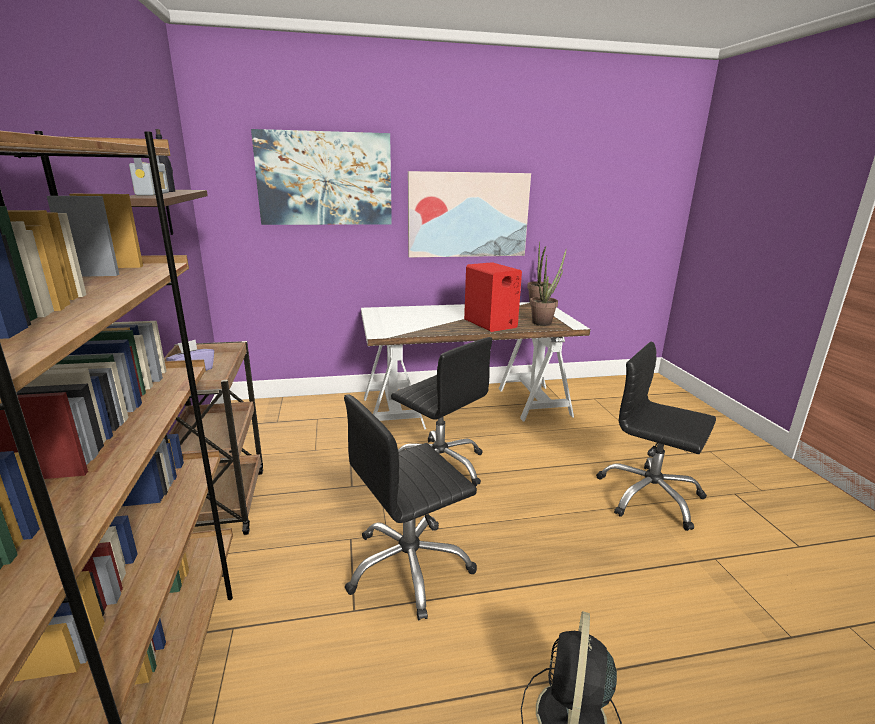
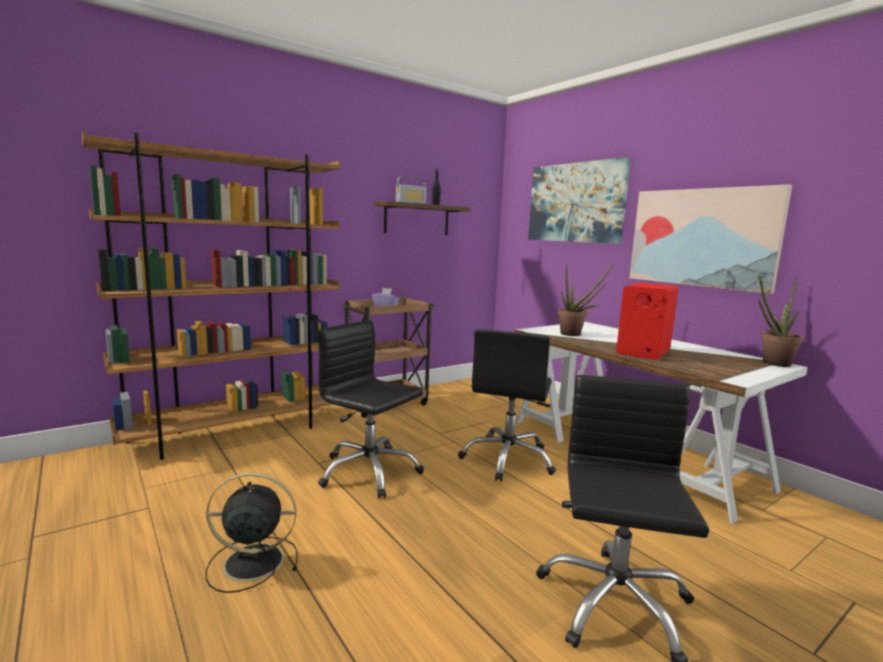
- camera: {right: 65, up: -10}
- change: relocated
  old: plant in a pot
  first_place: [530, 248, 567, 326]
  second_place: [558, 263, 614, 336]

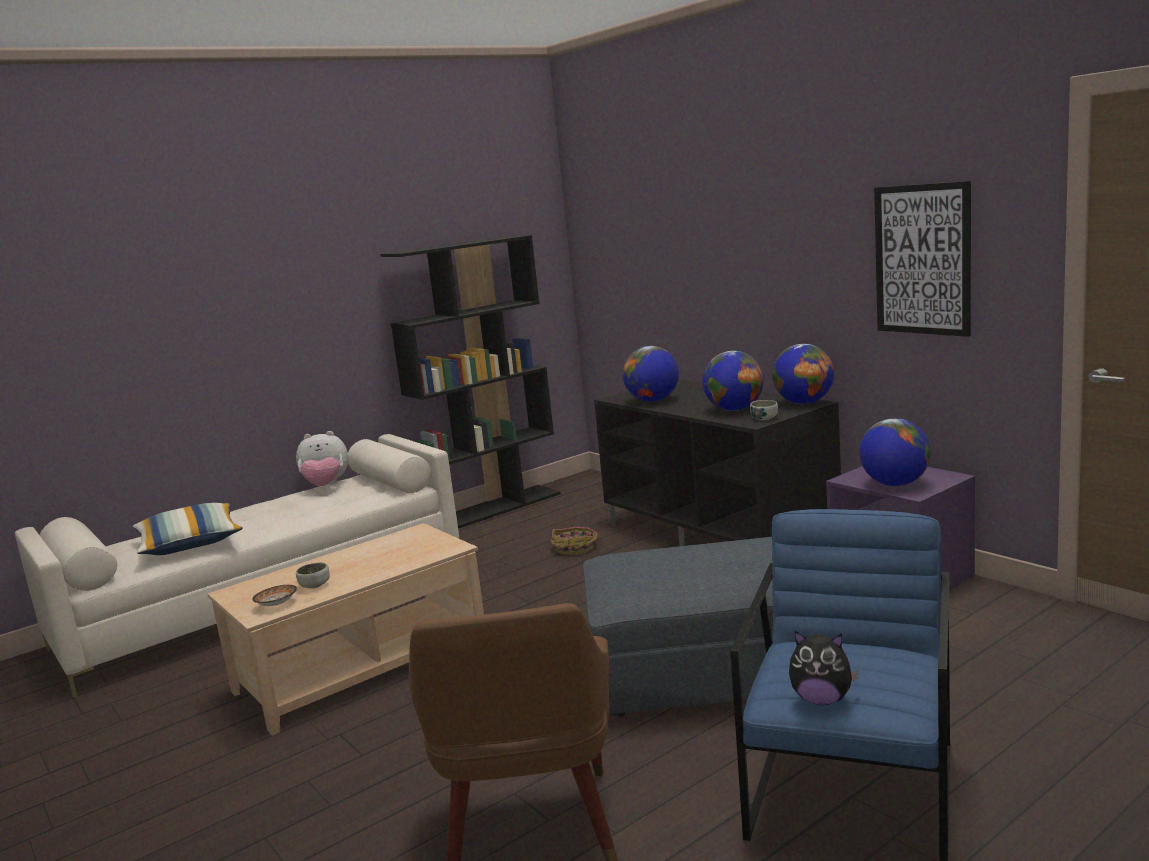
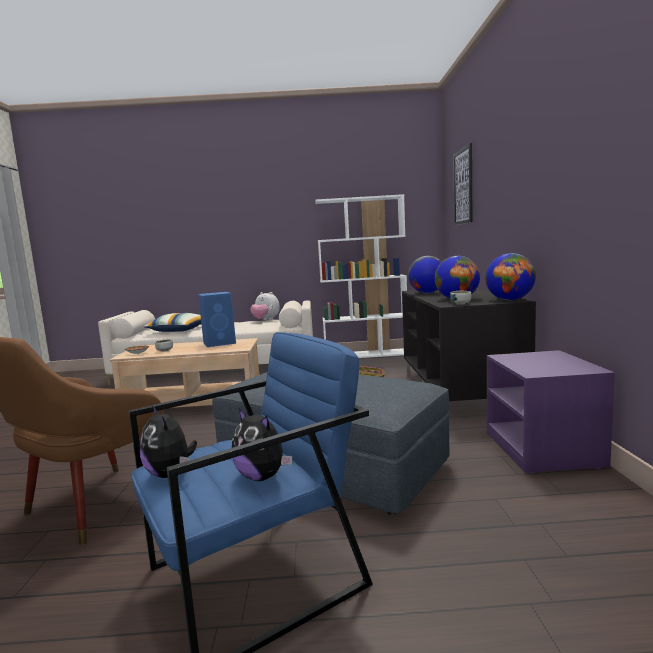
- camera: {right: 35, up: -5}
- change: missing
  old: desk globe
  first_place: [859, 418, 931, 486]
- change: appeared
  new: blue-coloured speaker
  second_place: [198, 292, 236, 347]
- change: appeared
  new: soft toy
  second_place: [232, 407, 292, 481]
- change: relocated
  old: picture
  first_place: [874, 181, 971, 337]
  second_place: [453, 143, 473, 225]
- change: colour
  old: blackish bookshelf
  new: white-coloured bookshelf
  first_place: [380, 235, 561, 529]
  second_place: [315, 194, 407, 358]

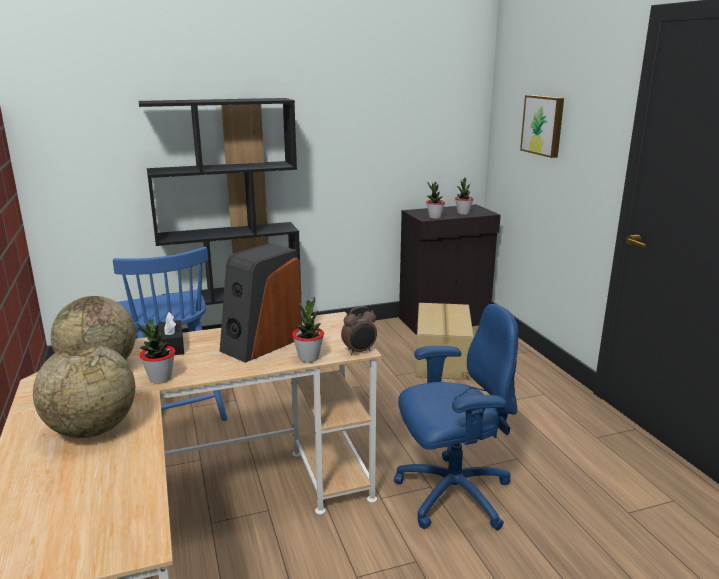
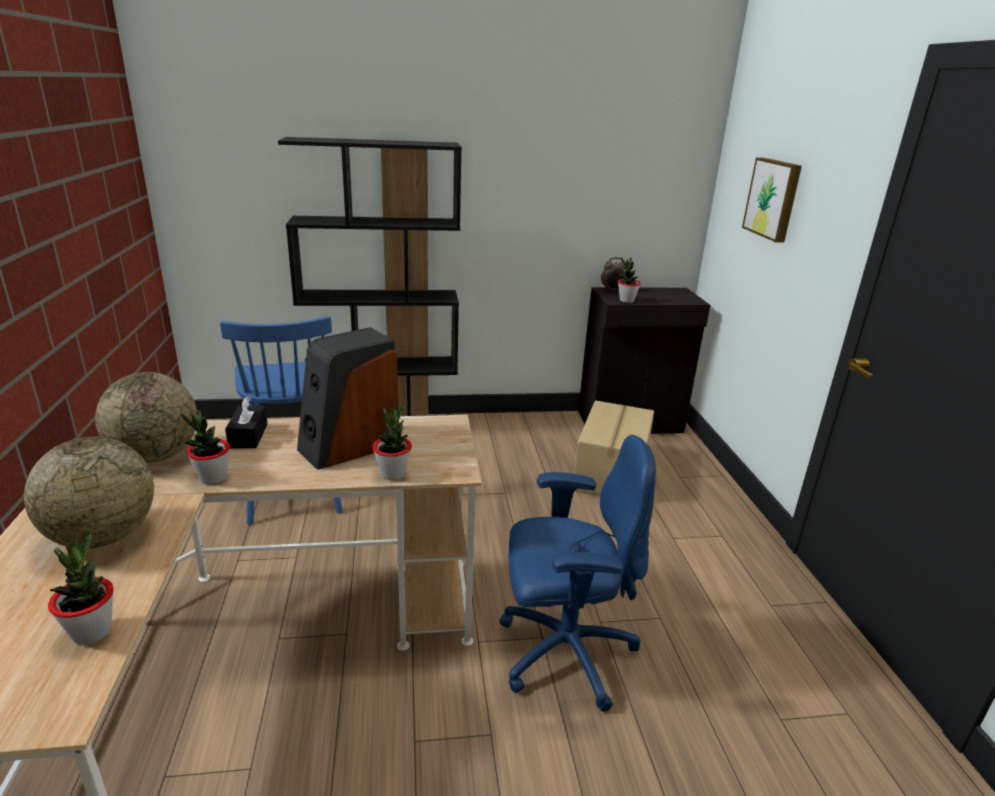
- camera: {right: 10, up: 5}
- change: relocated
  old: alarm clock
  first_place: [341, 306, 377, 355]
  second_place: [601, 257, 626, 292]
- change: relocated
  old: plant in a pot
  first_place: [455, 178, 473, 215]
  second_place: [48, 531, 114, 645]

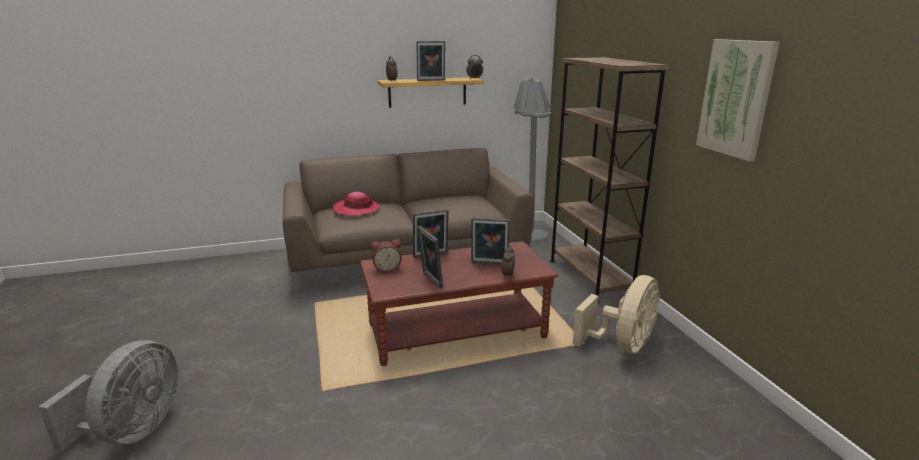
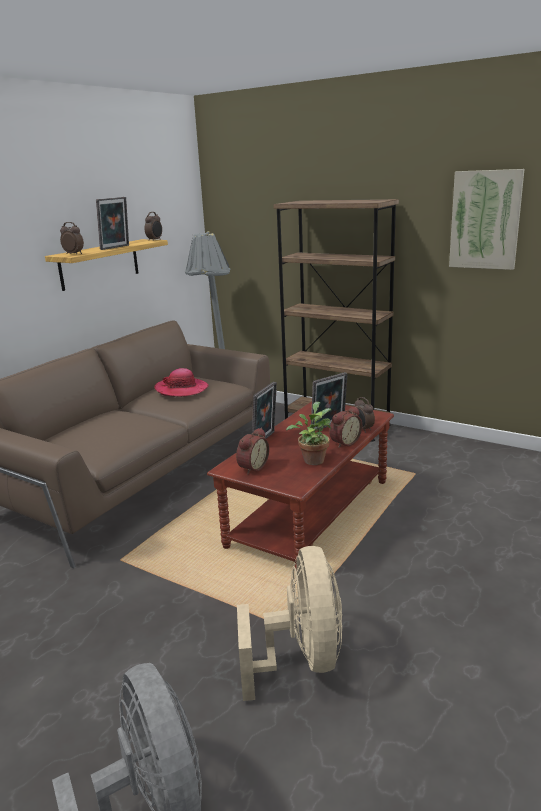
- camera: {right: -40, up: 0}
- change: appeared
  new: alarm clock
  second_place: [329, 406, 362, 448]
- change: relocated
  old: wearable hat
  first_place: [333, 192, 380, 216]
  second_place: [154, 368, 209, 397]
- change: relocated
  old: sand-coloured electric fan
  first_place: [572, 275, 660, 353]
  second_place: [237, 546, 342, 701]
- change: exchanged
  old: standing frame
  new: plant in a pot
  first_place: [417, 226, 443, 288]
  second_place: [286, 402, 332, 465]

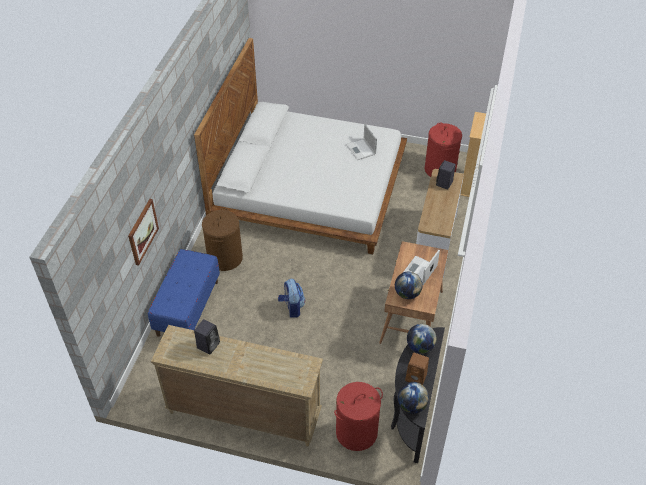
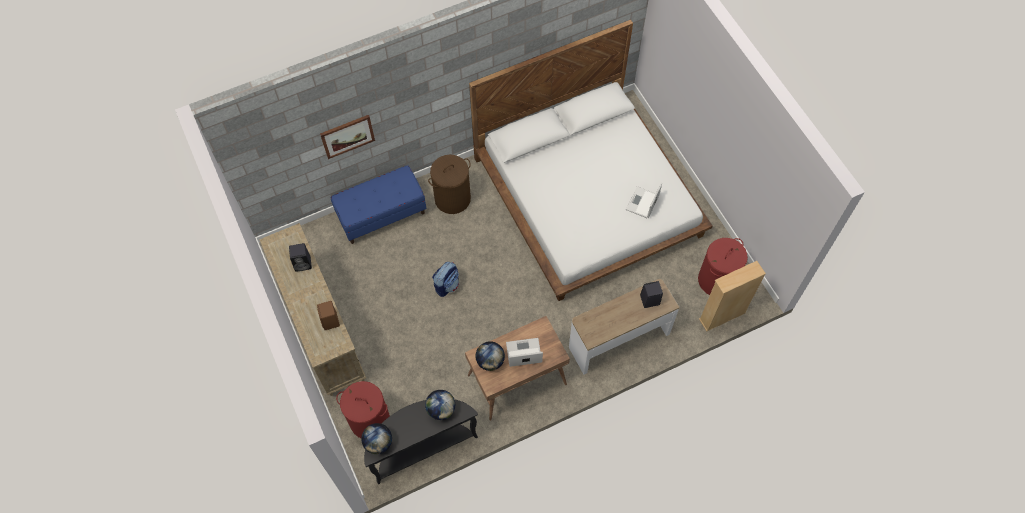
- camera: {right: 50, up: 15}
- change: relocated
  old: brownish speaker
  first_place: [405, 353, 429, 385]
  second_place: [317, 301, 340, 330]

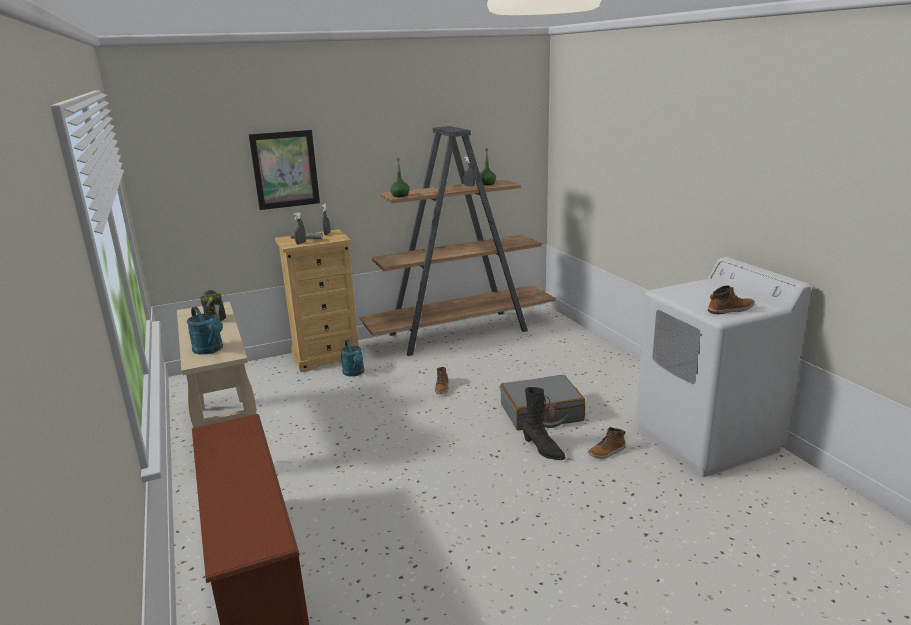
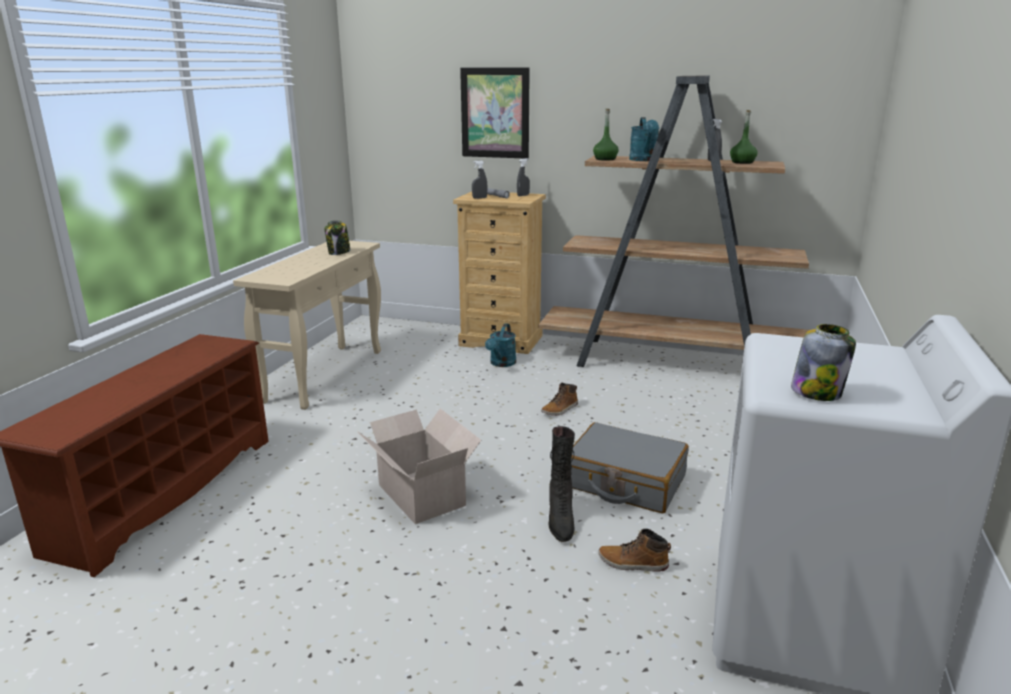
- camera: {right: 40, up: 0}
- change: appeared
  new: carton
  second_place: [357, 409, 481, 524]
- change: relocated
  old: turquoise-coloured sprinkling can
  first_place: [187, 307, 223, 355]
  second_place: [629, 117, 660, 161]
- change: exchanged
  old: boot
  new: storage jar
  first_place: [708, 285, 755, 314]
  second_place: [791, 324, 856, 401]

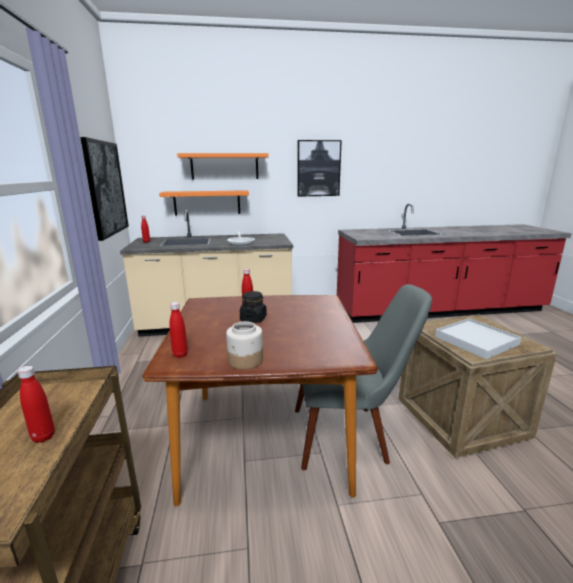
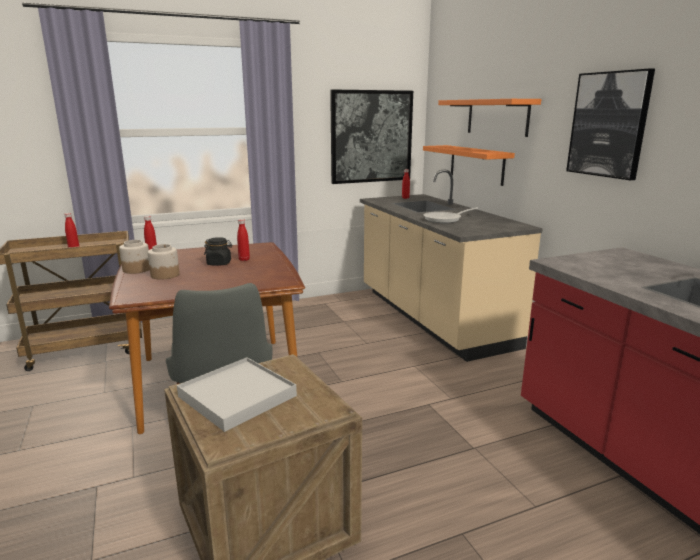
- camera: {right: 75, up: 0}
- change: appeared
  new: storage jar
  second_place: [148, 244, 180, 280]

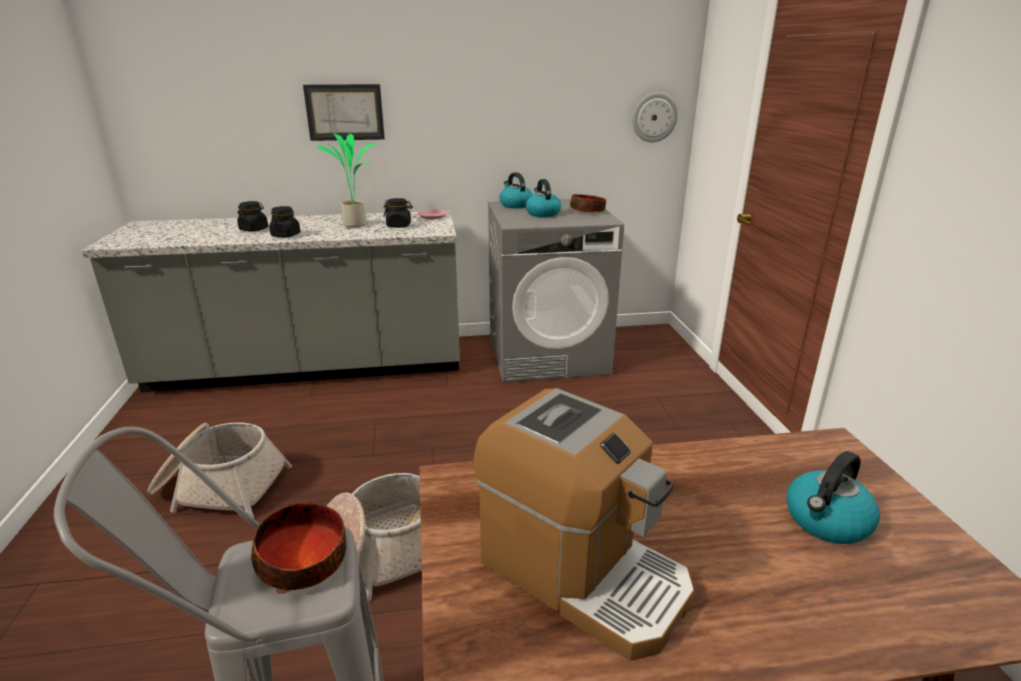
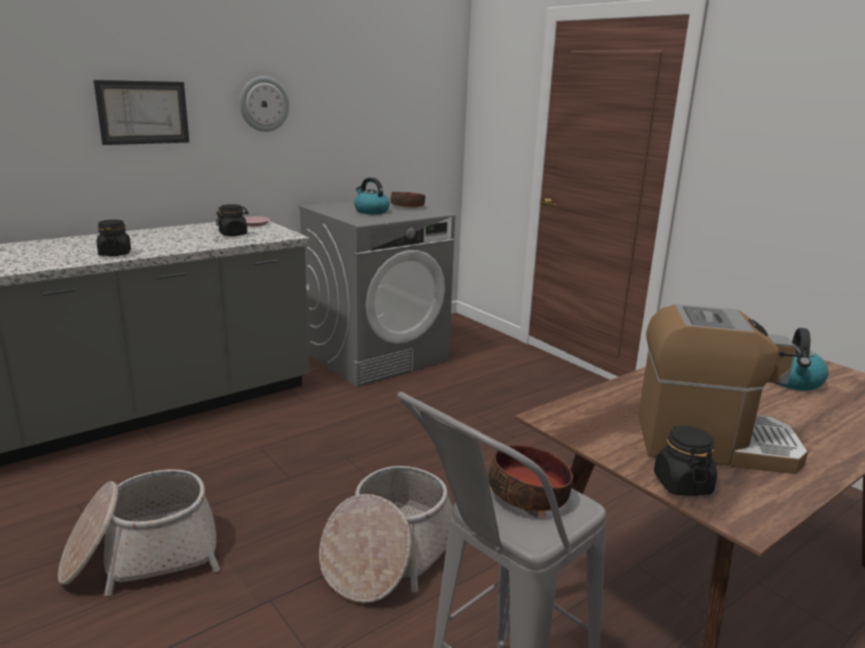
- camera: {right: -30, up: -5}
- change: missing
  old: plant in a pot
  first_place: [317, 133, 375, 227]
- change: missing
  old: tea kettle
  first_place: [499, 172, 533, 208]
- change: relocated
  old: blackish storage jar
  first_place: [237, 201, 268, 231]
  second_place: [654, 426, 717, 496]
- change: relocated
  old: wall clock
  first_place: [632, 92, 678, 142]
  second_place: [240, 76, 289, 132]

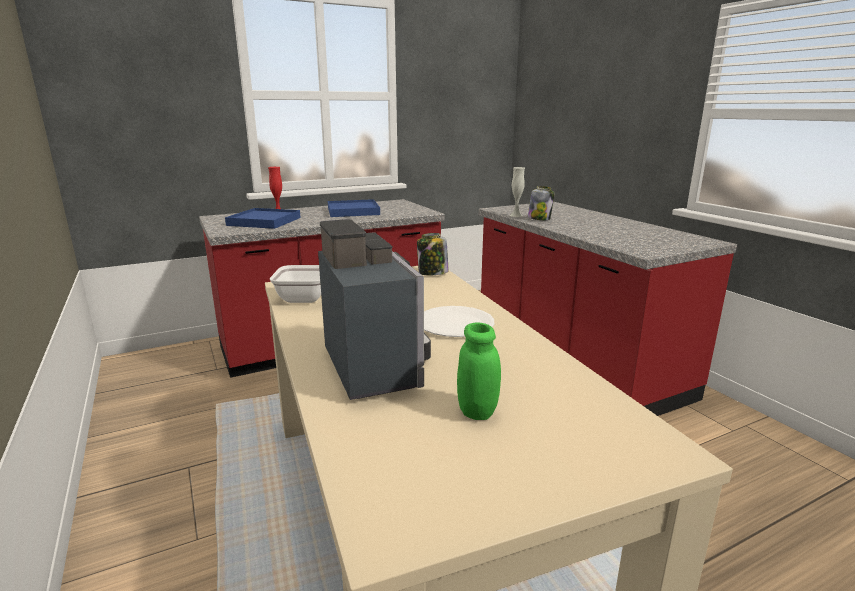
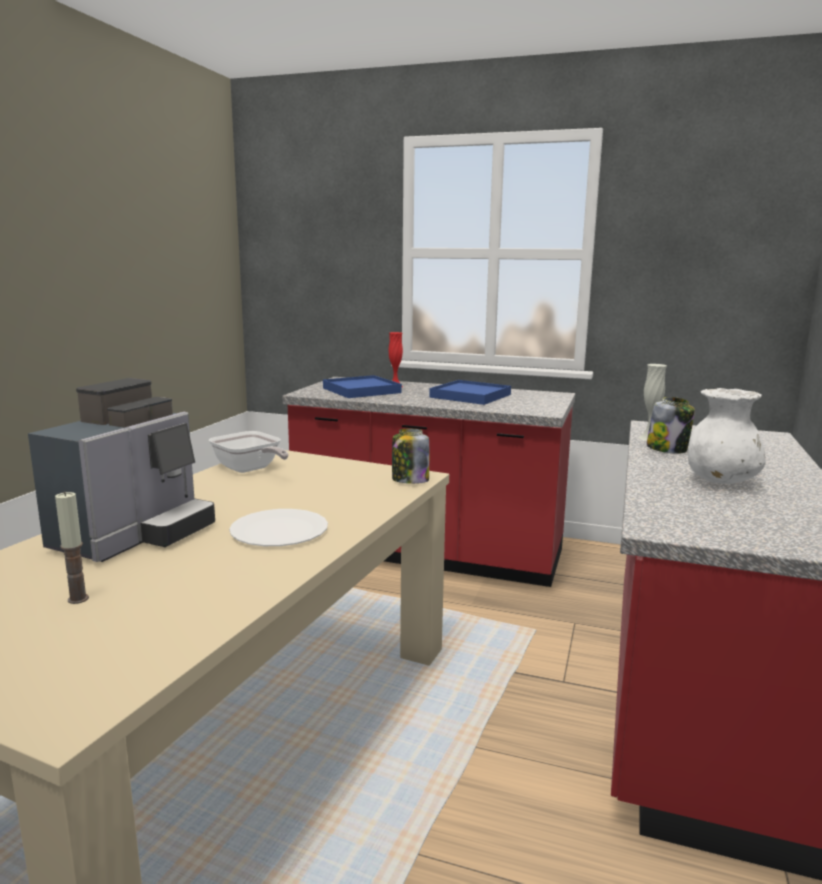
- camera: {right: 45, up: -5}
- change: appeared
  new: white-coloured decorative vase
  second_place: [688, 388, 765, 484]
- change: exchanged
  old: green-coloured storage jar
  new: wax light
  first_place: [457, 322, 501, 420]
  second_place: [55, 491, 89, 604]

